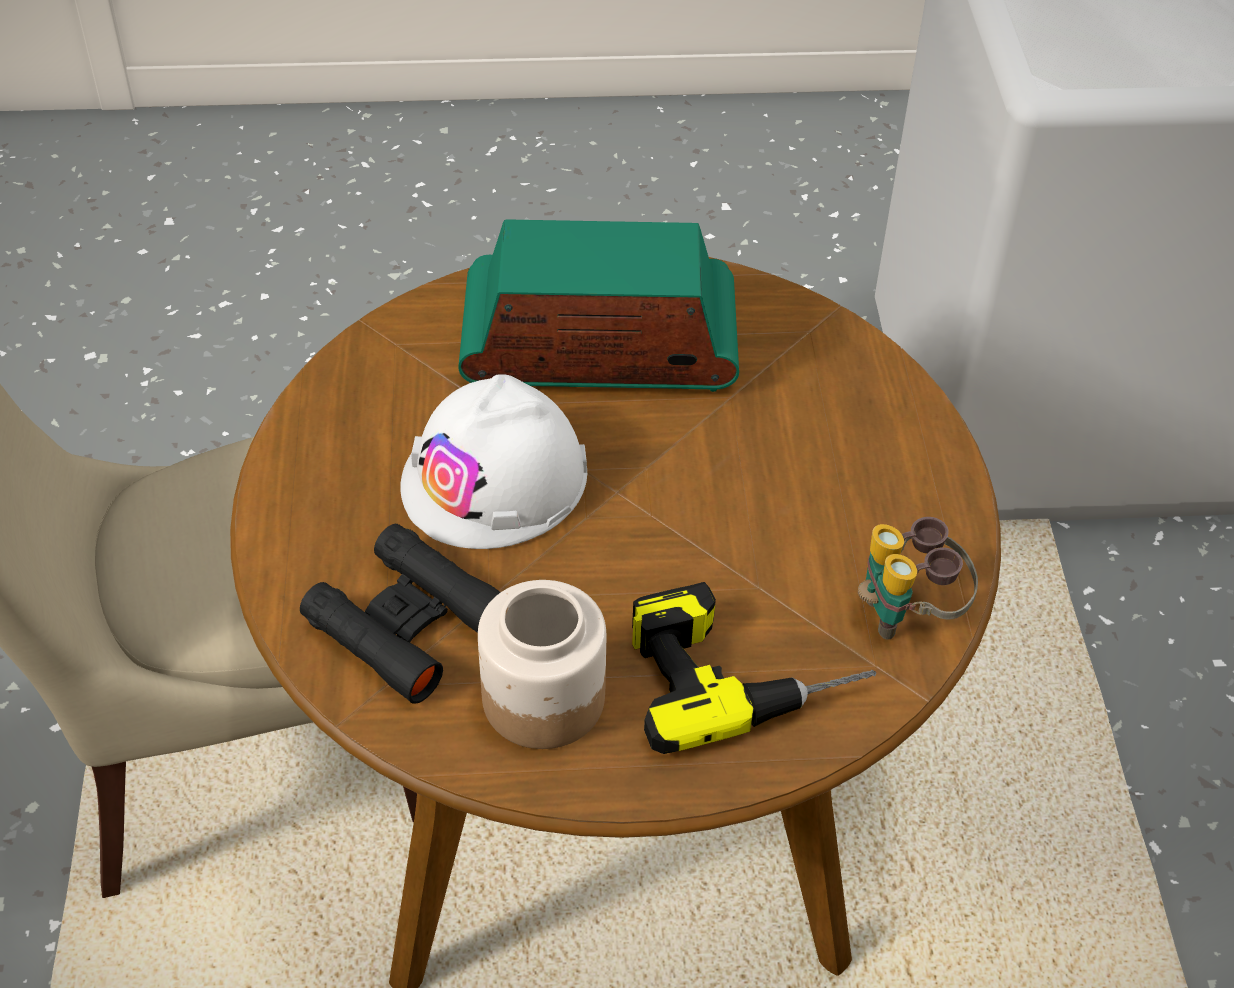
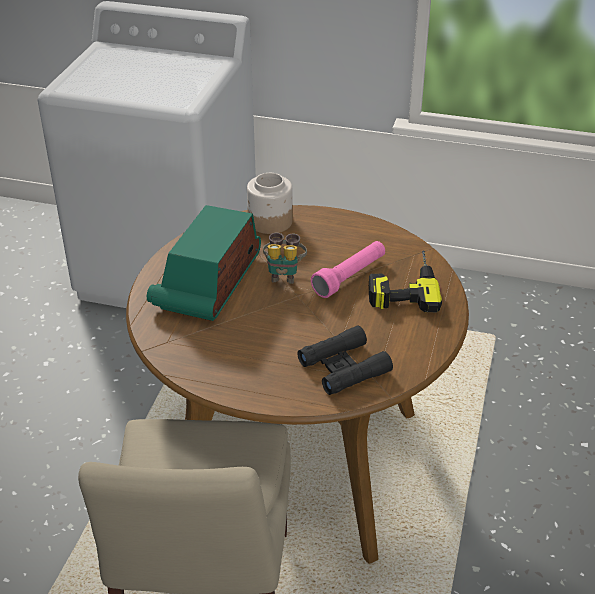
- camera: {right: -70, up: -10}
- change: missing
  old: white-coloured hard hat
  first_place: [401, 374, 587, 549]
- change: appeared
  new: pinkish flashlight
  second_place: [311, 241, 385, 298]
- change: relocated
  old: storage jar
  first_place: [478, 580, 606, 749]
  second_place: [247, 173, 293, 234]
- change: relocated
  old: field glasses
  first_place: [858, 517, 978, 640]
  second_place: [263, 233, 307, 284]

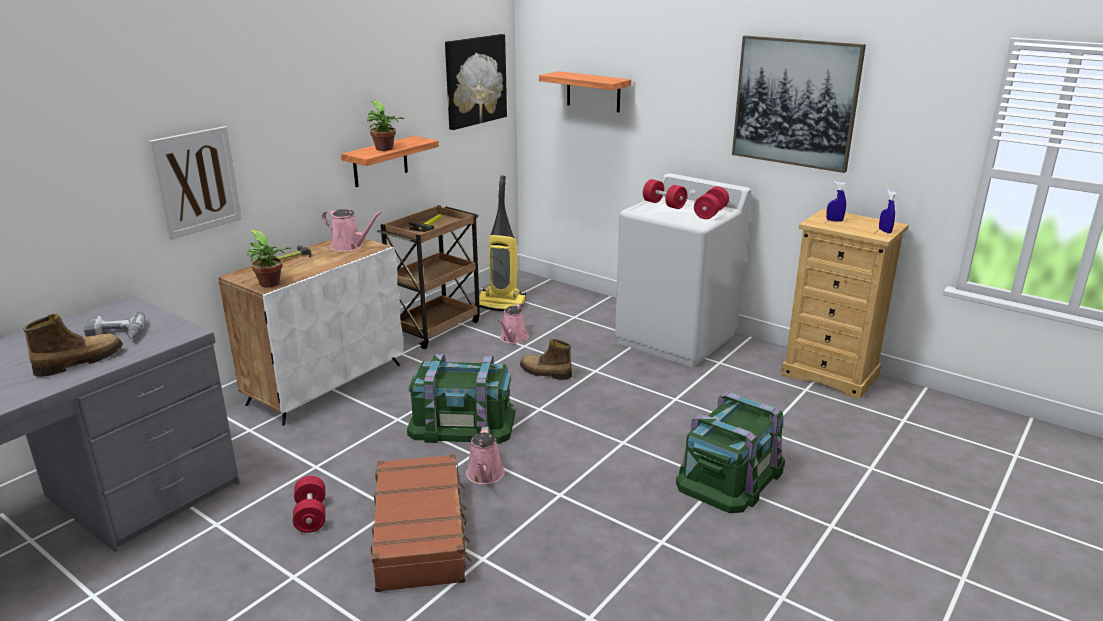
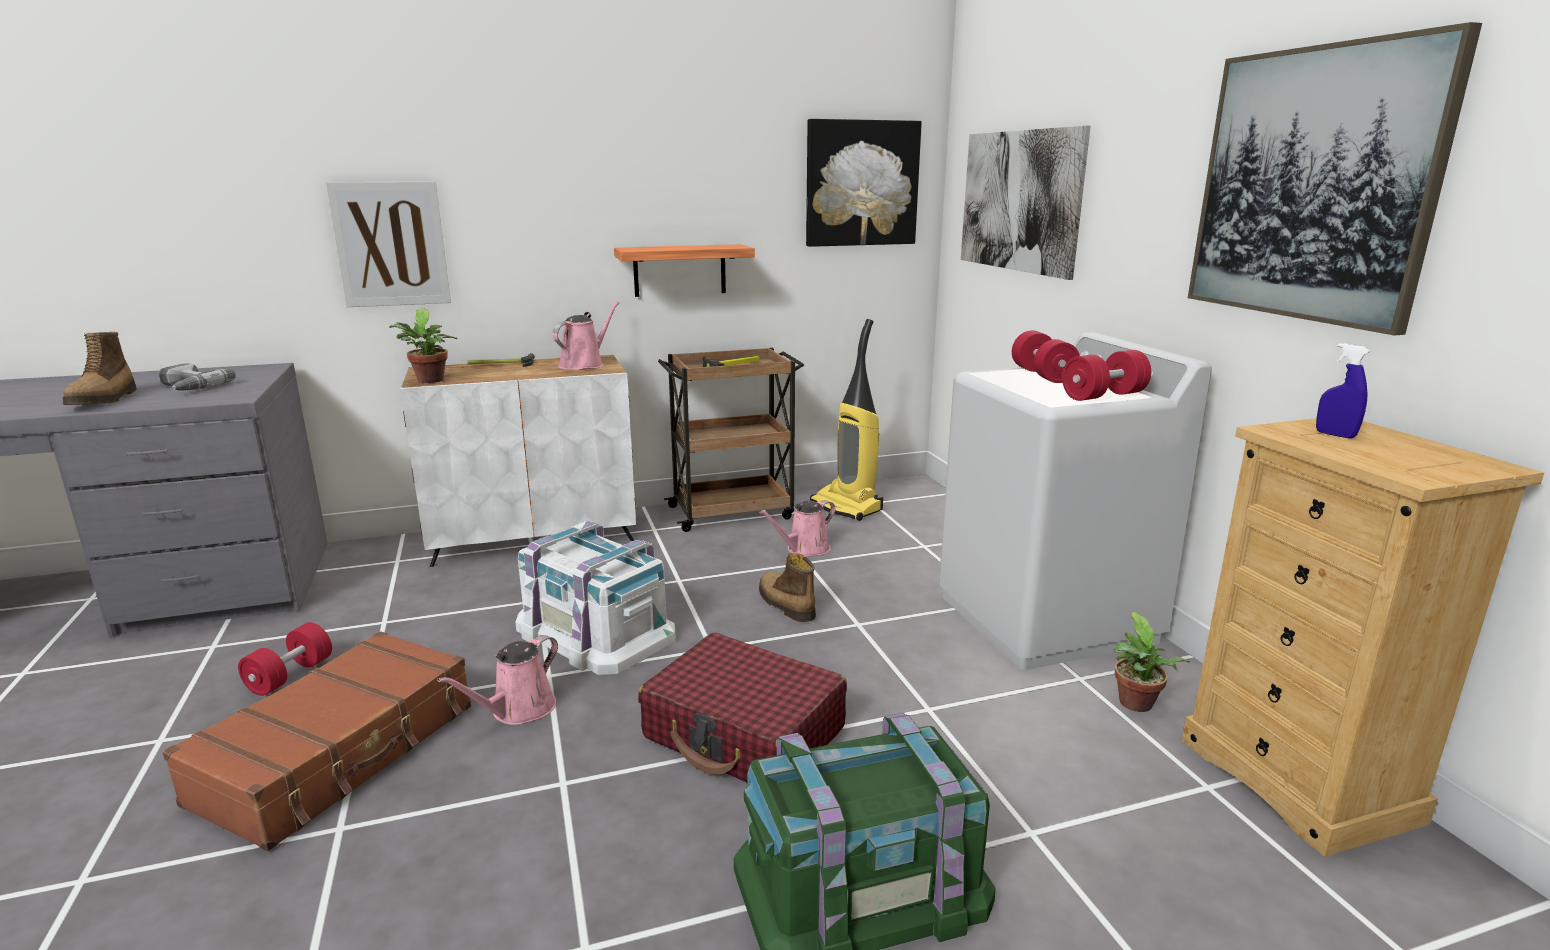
- camera: {right: 35, up: -5}
- change: missing
  old: blue-coloured hand sprayer
  first_place: [879, 189, 896, 234]
- change: appeared
  new: reddish travel case
  second_place: [638, 633, 847, 783]
- change: relocated
  old: plant in a pot
  first_place: [367, 100, 404, 151]
  second_place: [1114, 612, 1190, 712]
- change: exchanged
  old: shelf
  new: picture
  first_place: [539, 71, 631, 112]
  second_place: [961, 126, 1091, 280]
- change: colour
  old: green-coloured storage box
  new: white-coloured storage box
  first_place: [407, 354, 515, 444]
  second_place: [515, 521, 675, 675]
- change: spun
  old: boot
  first_place: [23, 314, 123, 377]
  second_place: [63, 332, 137, 405]
  degrees: 90
- change: spun
  old: pinkish sprinkling can
  first_place: [322, 209, 382, 252]
  second_place: [552, 301, 620, 370]
  degrees: -120

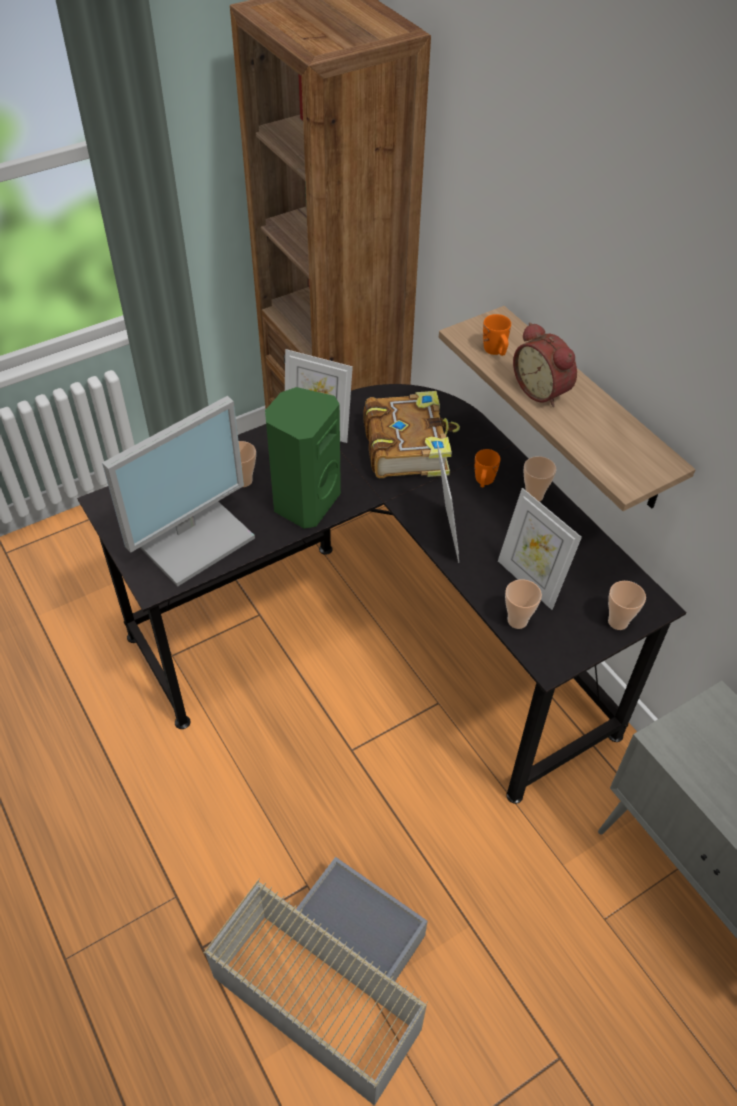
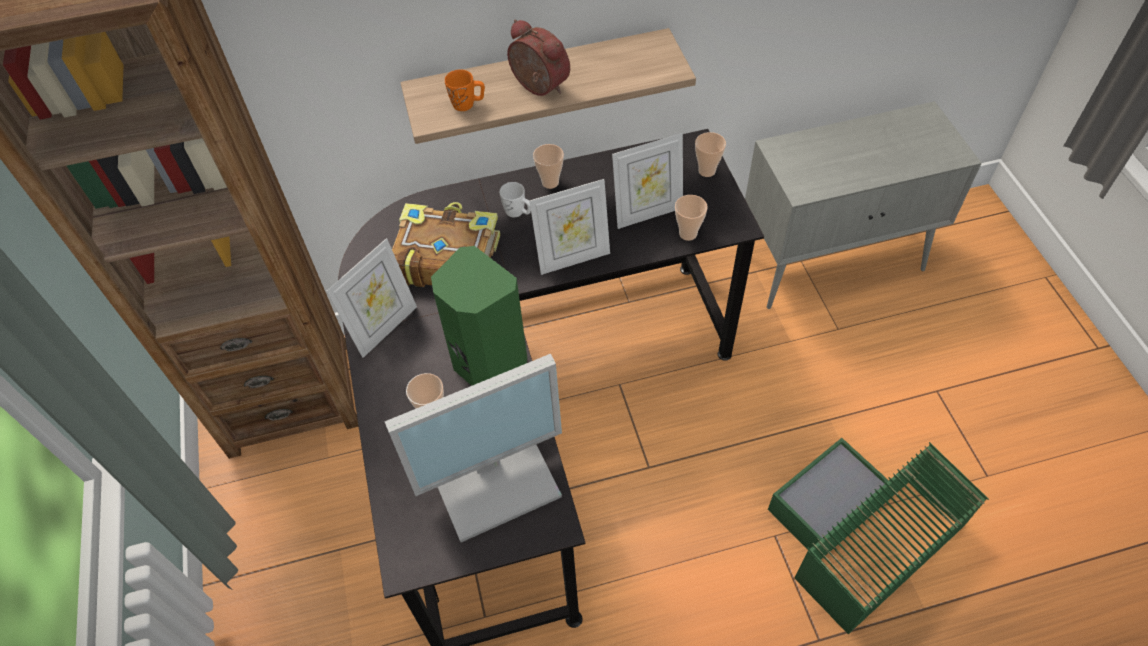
- camera: {right: -70, up: 5}
- change: colour
  old: greyish storage box
  new: green-coloured storage box
  first_place: [203, 857, 428, 1106]
  second_place: [768, 438, 989, 634]
- change: colour
  old: orangey mug
  new: white-coloured mug
  first_place: [475, 449, 500, 487]
  second_place: [500, 182, 531, 217]
- change: spun
  old: computer display
  first_place: [102, 396, 255, 587]
  second_place: [385, 354, 562, 542]
  degrees: 90
- change: spun
  old: standing frame
  first_place: [437, 441, 459, 563]
  second_place: [530, 179, 610, 275]
  degrees: 150
- change: spun
  old: alarm clock
  first_place: [513, 322, 577, 407]
  second_place: [507, 19, 570, 96]
  degrees: -120

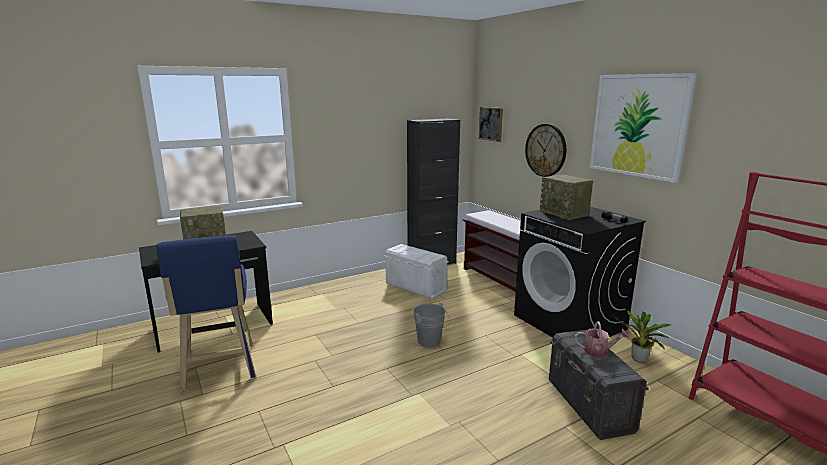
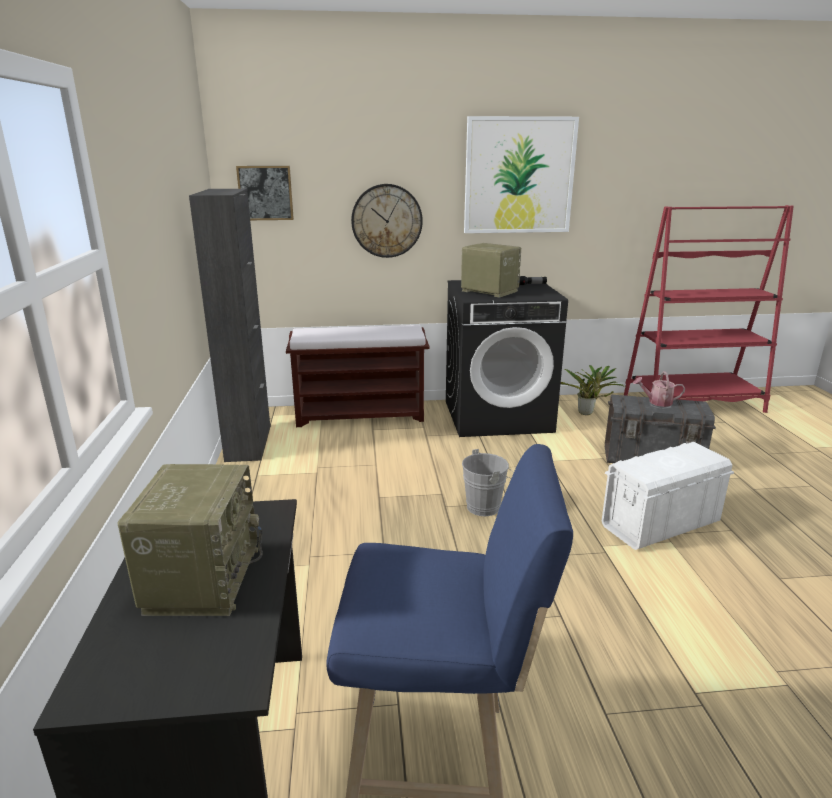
- camera: {right: -65, up: 5}
- change: relocated
  old: white-coloured storage box
  first_place: [384, 244, 449, 299]
  second_place: [602, 442, 734, 550]
- change: spun
  old: radio receiver
  first_place: [540, 174, 593, 220]
  second_place: [461, 243, 521, 298]
  degrees: -135
- change: spun
  old: sprinkling can
  first_place: [575, 321, 629, 357]
  second_place: [633, 371, 685, 407]
  degrees: -120

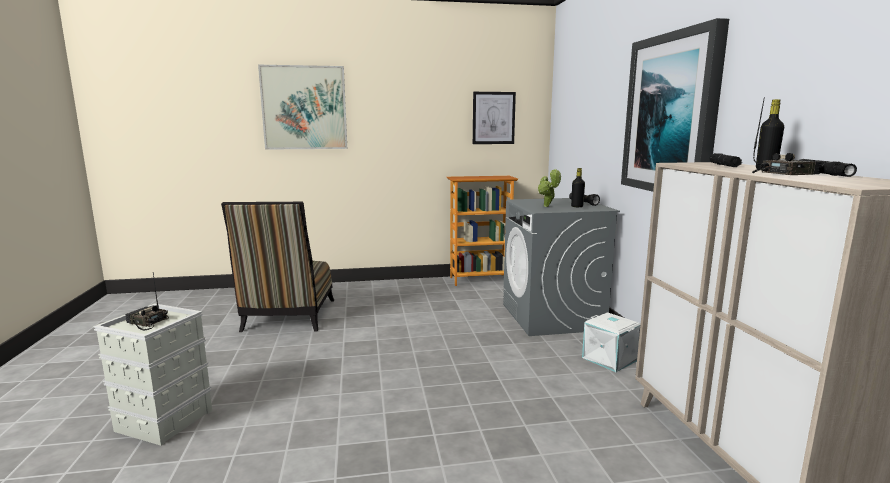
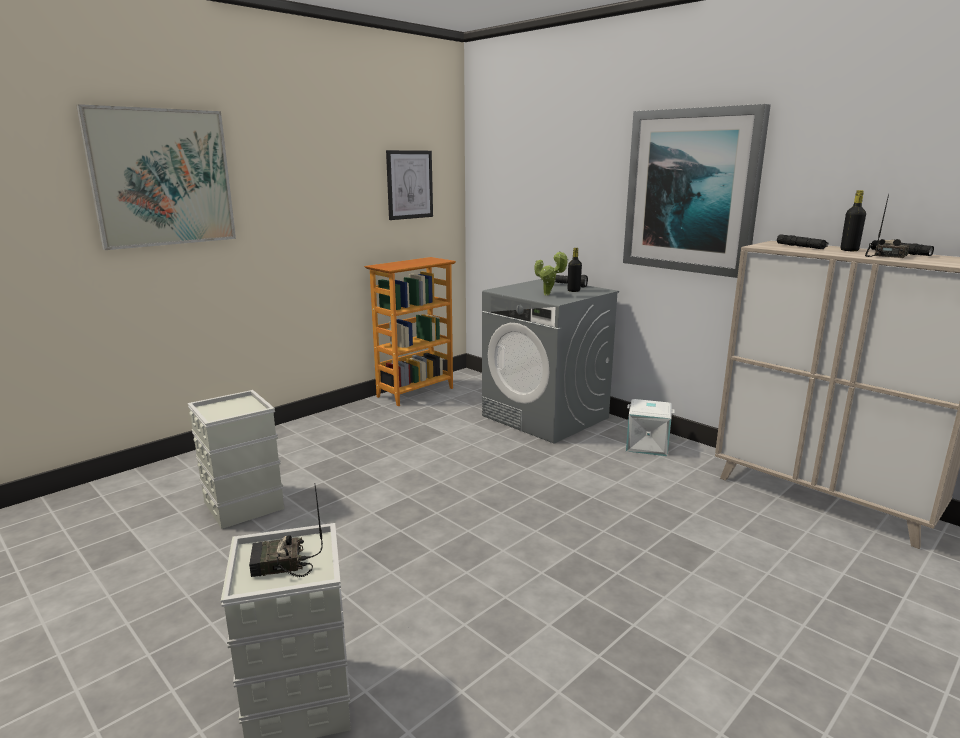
- camera: {right: -35, up: 5}
- change: exchanged
  old: upright chair
  new: greyish storage box
  first_place: [221, 202, 334, 332]
  second_place: [188, 390, 284, 529]

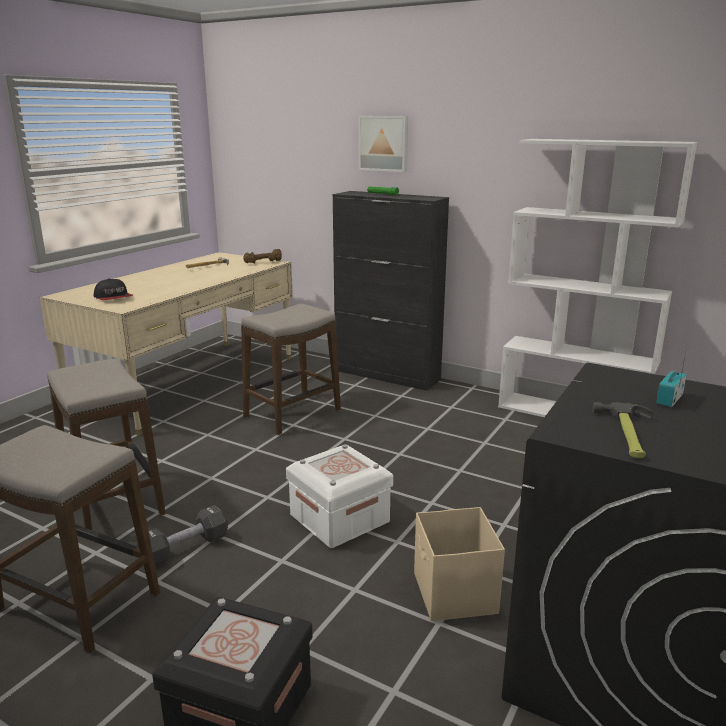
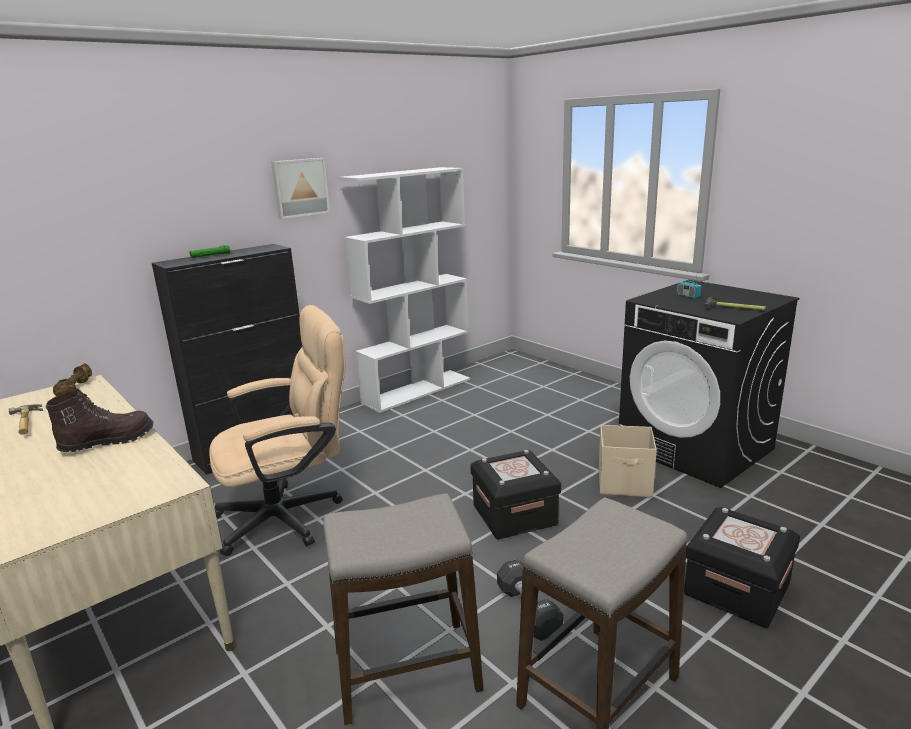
- camera: {right: -70, up: 0}
- change: missing
  old: cap
  first_place: [94, 278, 133, 300]
- change: appeared
  new: brownish boot
  second_place: [45, 388, 154, 452]
- change: relocated
  old: picture
  first_place: [359, 116, 408, 172]
  second_place: [271, 158, 330, 219]
- change: exchanged
  old: stool seat
  new: sand-coloured office chair
  first_place: [241, 304, 341, 435]
  second_place: [209, 305, 345, 556]
- change: colour
  old: white-coloured storage box
  new: blackish storage box
  first_place: [286, 444, 393, 548]
  second_place: [470, 450, 561, 539]

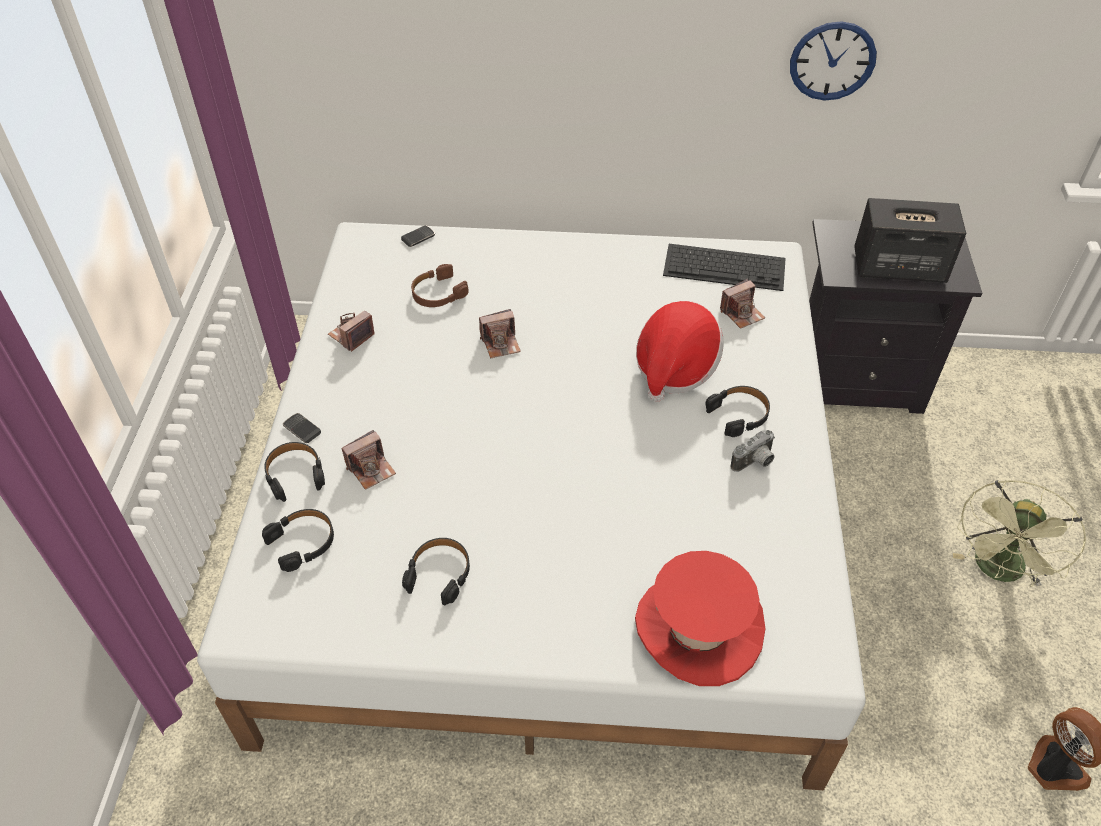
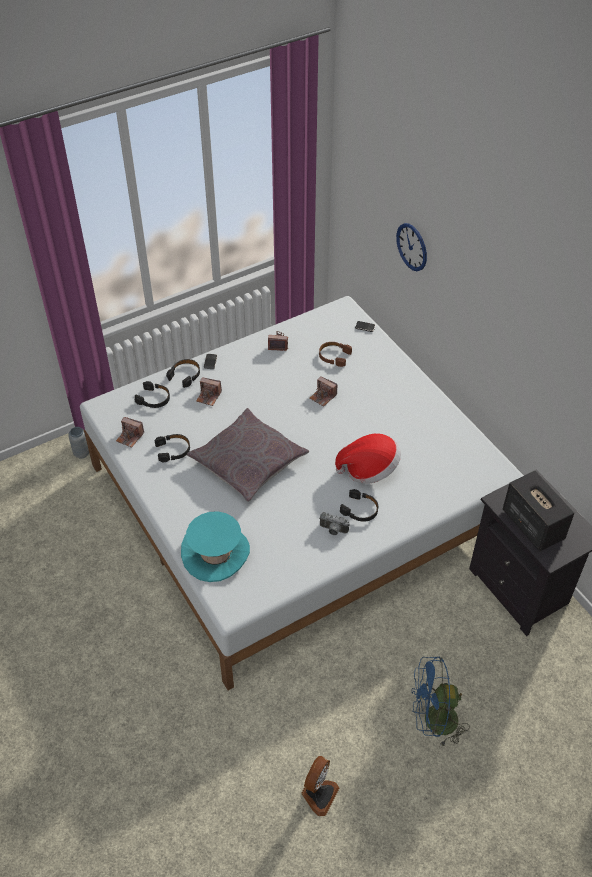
- camera: {right: 55, up: 0}
- change: missing
  old: computer keyboard
  first_place: [663, 244, 786, 291]
- change: appeared
  new: greyish decorative vase
  second_place: [68, 427, 89, 458]
- change: appeared
  new: greyish cushion
  second_place: [187, 408, 309, 502]
- change: relocated
  old: photo camera
  first_place: [720, 279, 765, 329]
  second_place: [116, 417, 144, 448]
- change: relocated
  old: wall clock
  first_place: [790, 21, 877, 101]
  second_place: [396, 223, 427, 271]
- change: colour
  old: reddish wearable hat
  new: turquoise-coloured wearable hat
  first_place: [635, 551, 765, 686]
  second_place: [181, 512, 250, 582]
- change: colour
  old: green-coloured electric fan
  new: blue-coloured electric fan
  first_place: [953, 480, 1086, 587]
  second_place: [412, 657, 470, 747]

